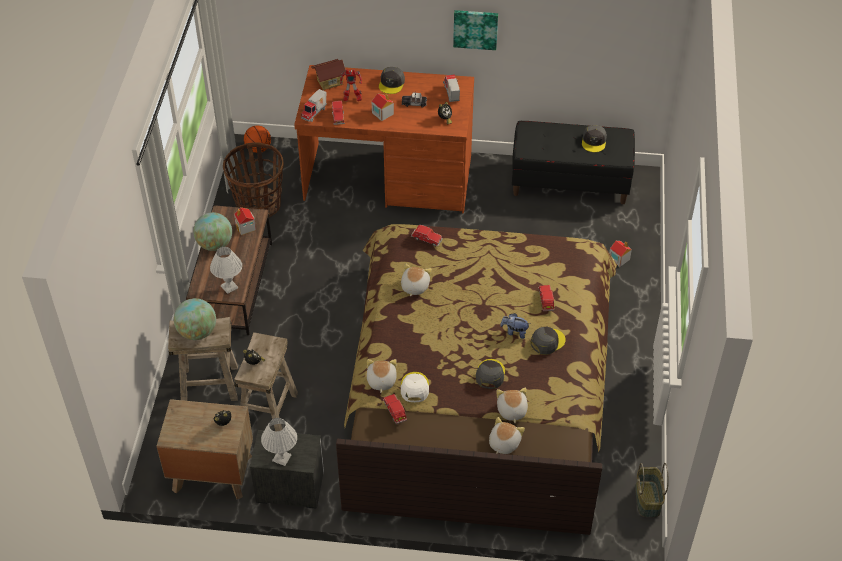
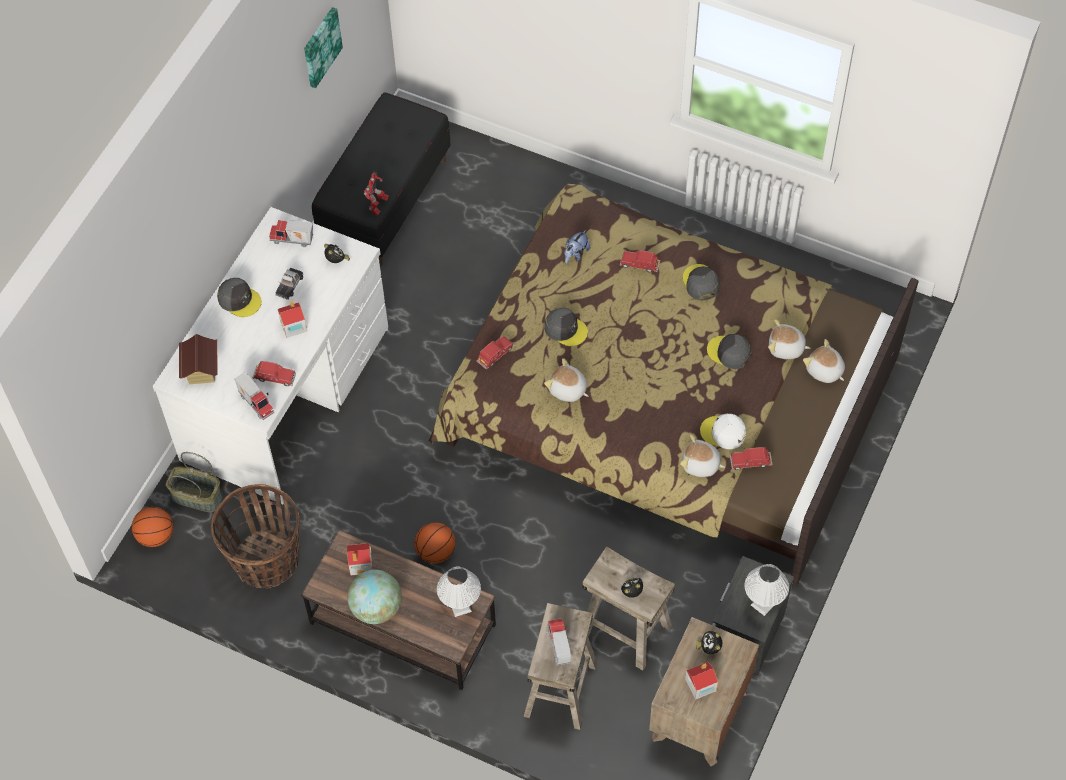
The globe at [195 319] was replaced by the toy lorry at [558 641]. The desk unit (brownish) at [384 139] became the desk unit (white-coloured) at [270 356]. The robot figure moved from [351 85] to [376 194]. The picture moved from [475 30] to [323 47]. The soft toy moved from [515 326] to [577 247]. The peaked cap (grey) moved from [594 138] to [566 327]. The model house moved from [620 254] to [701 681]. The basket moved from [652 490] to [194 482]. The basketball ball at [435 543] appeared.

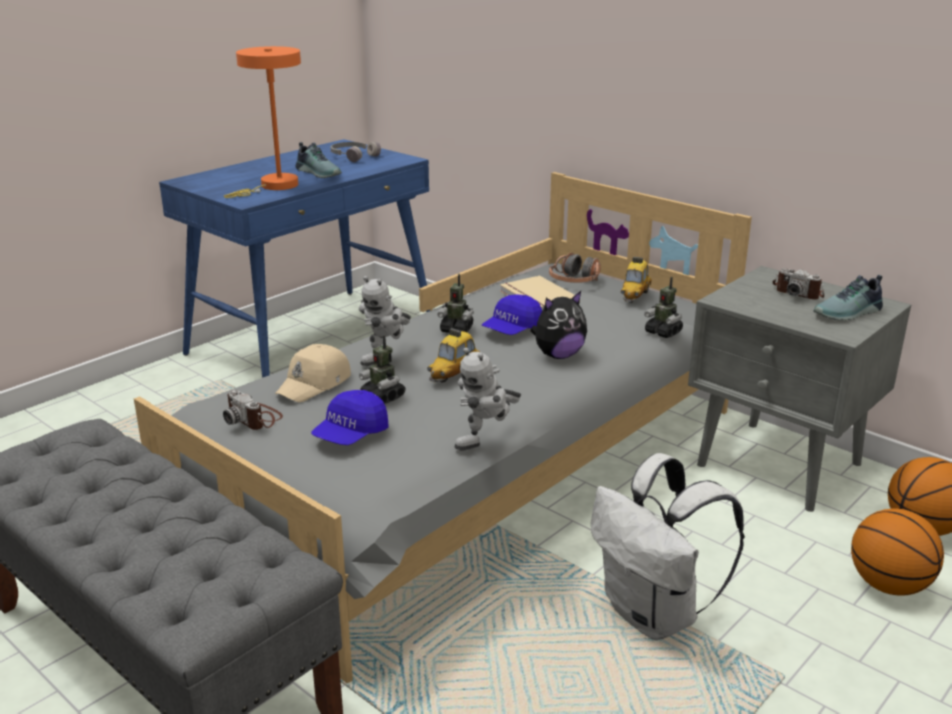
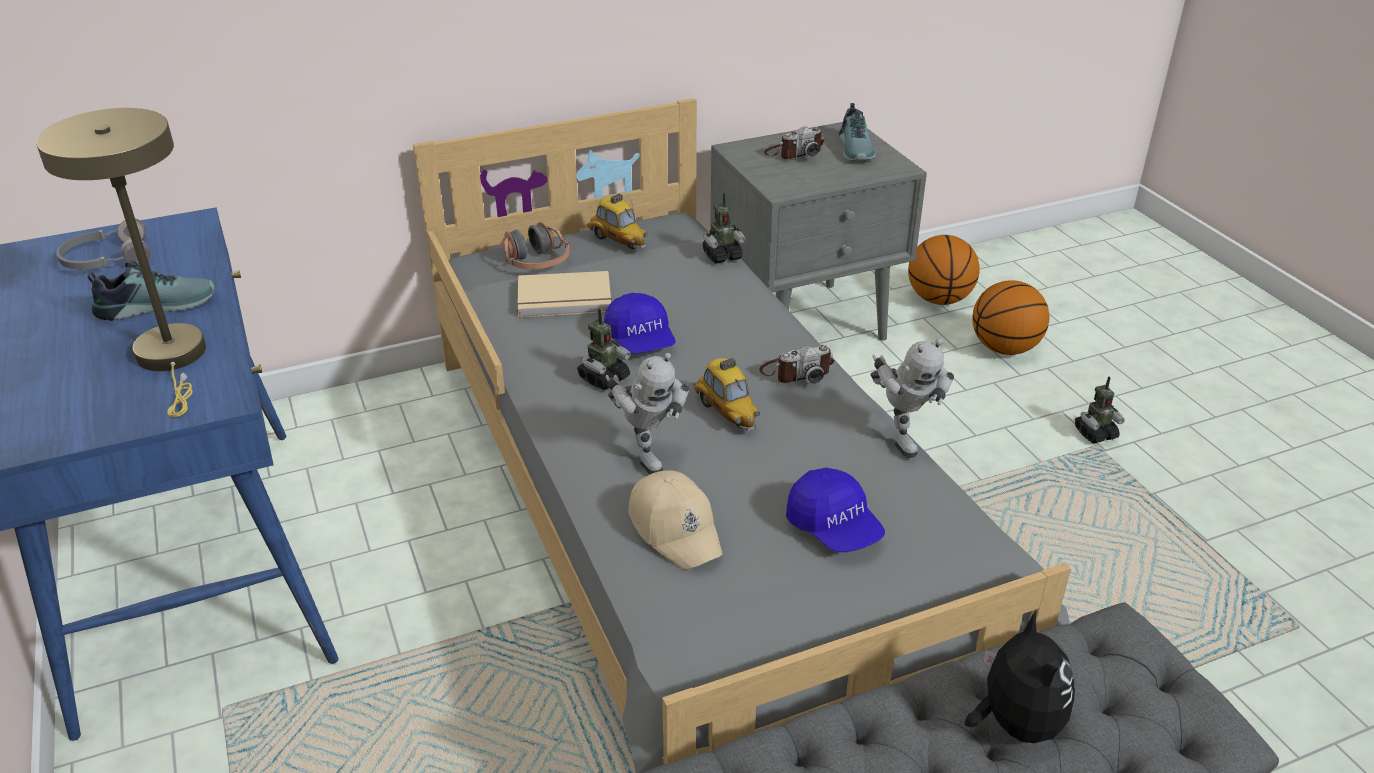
The still camera moved from [253 410] to [796 364]. The lamp for a table (orange-coloured) at [262 122] became the lamp for a table (beige) at [121 263]. The robot figure moved from [382 369] to [1100 409]. The soft toy moved from [558 325] to [1020 676]. The backpack (white-coloured) at [668 546] disappeared.

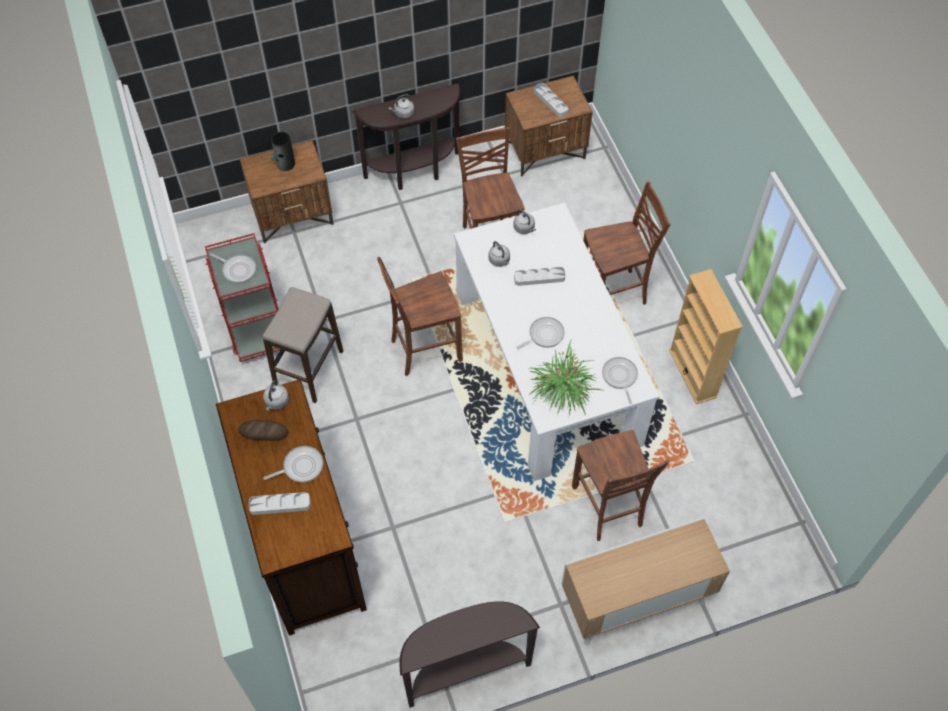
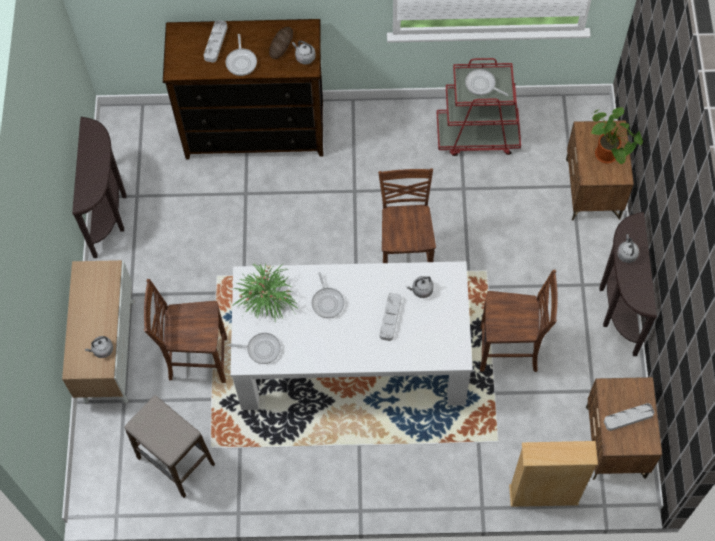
The skillet at [232 268] turned 75 degrees clockwise. The stool moved from [303 345] to [170 446]. The decorative vase at [283 151] was replaced by the potted plant at [616 135]. The kettle (grey) moved from [525 221] to [99 347]. The plain chair (brownish) at [626 242] disappeared. The bookshelf (beige) moved from [706 336] to [553 474].

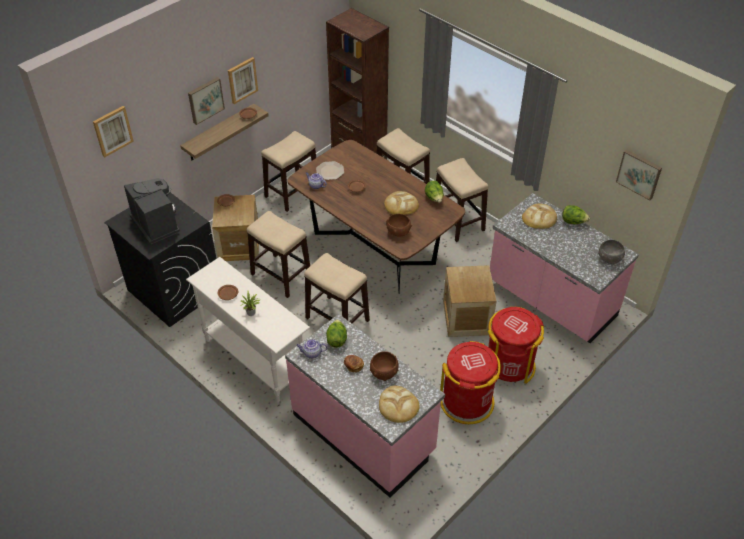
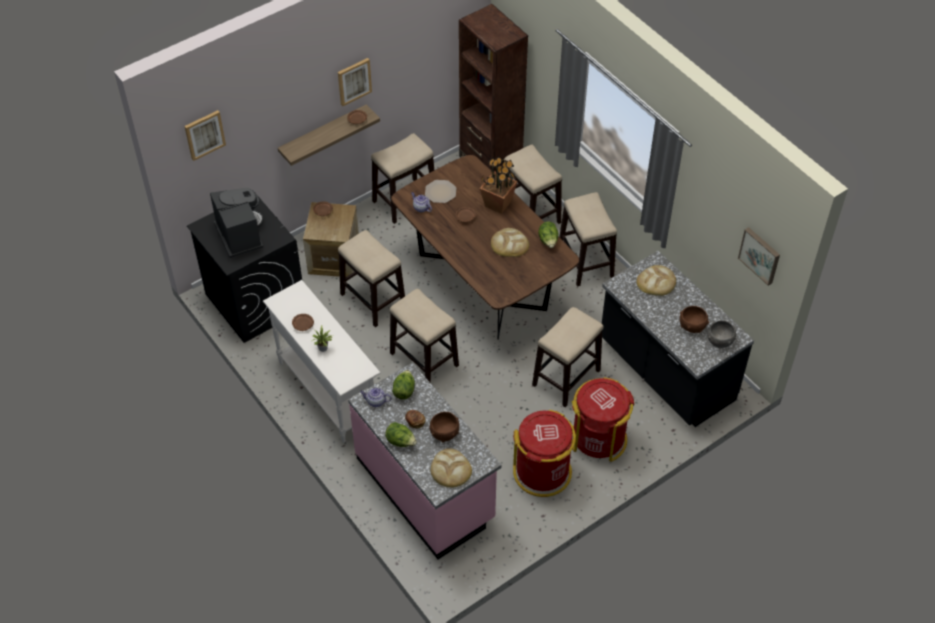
The picture at [206 101] disappeared. The serving bowl (brownish) moved from [399 225] to [694 319]. The shipping crate at [470 301] was replaced by the stool at [568 357]. The kitchen base unit (pink) at [564 268] became the kitchen base unit (blackish) at [678 339]. The lettuce moved from [576 214] to [401 434]. The potted plant at [499 185] appeared.

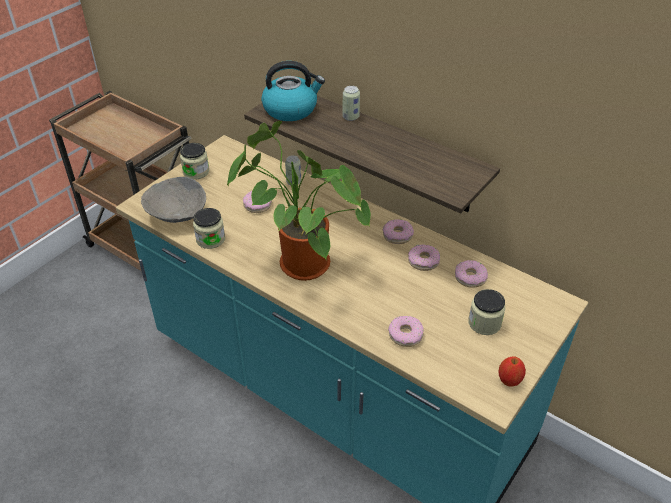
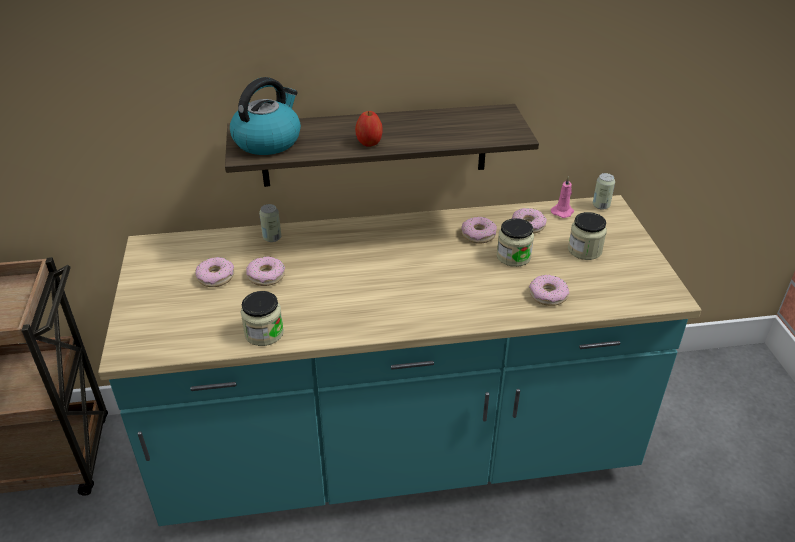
The serving bowl (grey) at [173 200] disappeared. The jar moved from [194 161] to [515 242]. The potted plant at [299 201] disappeared. The sealed can moved from [351 103] to [604 191]. The donut moved from [398 231] to [214 272]. The apple fruit moved from [512 371] to [369 129]. The wax light (pink) at [562 197] appeared.

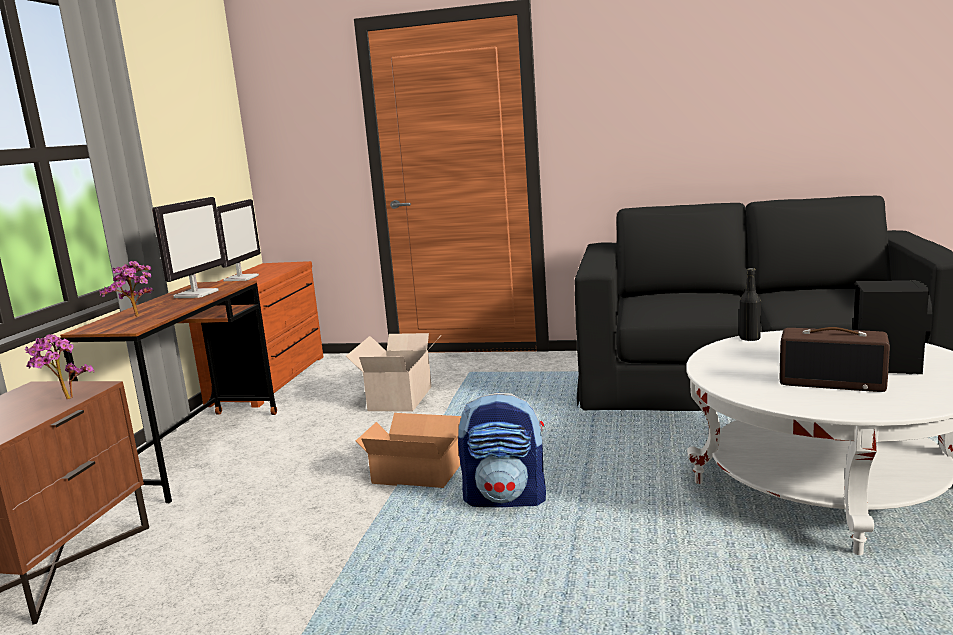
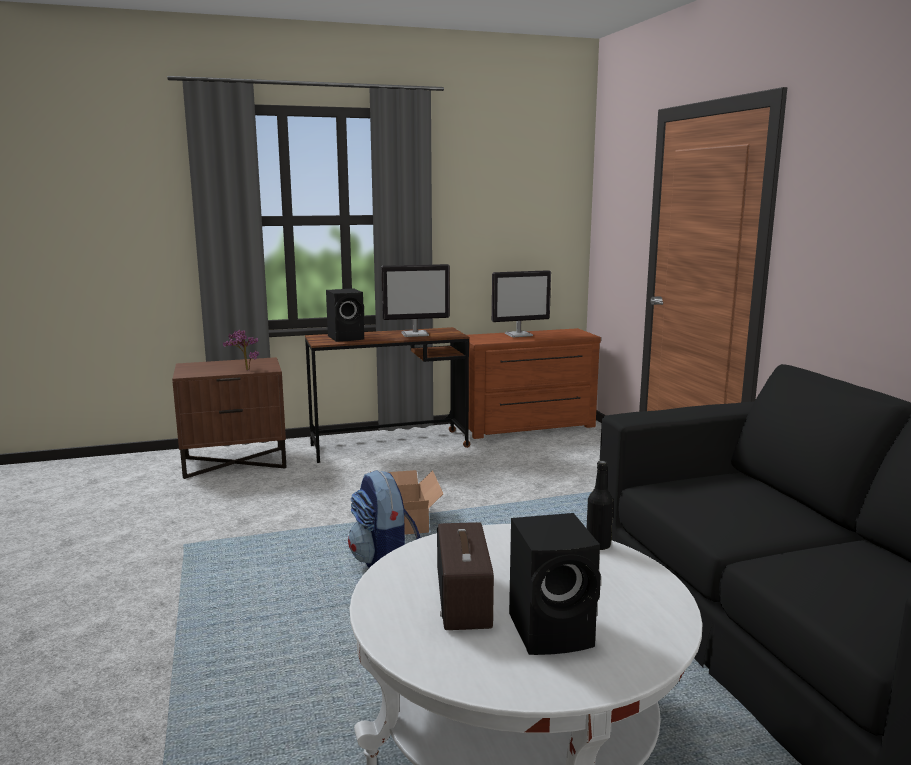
The potted plant at [126 289] was replaced by the loudspeaker (blackish) at [345 315]. The carton at [392 372] disappeared.

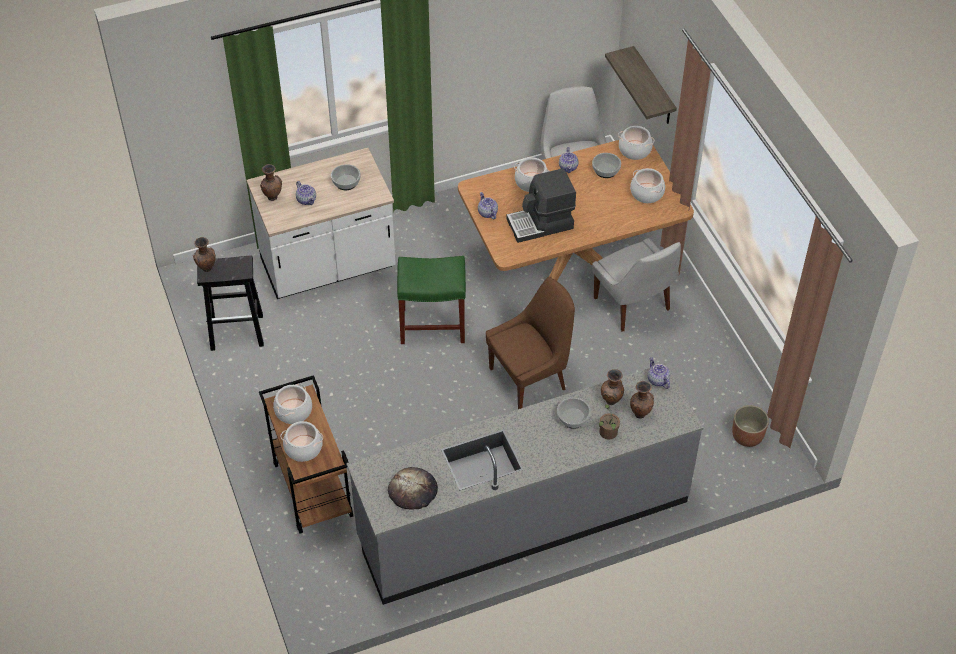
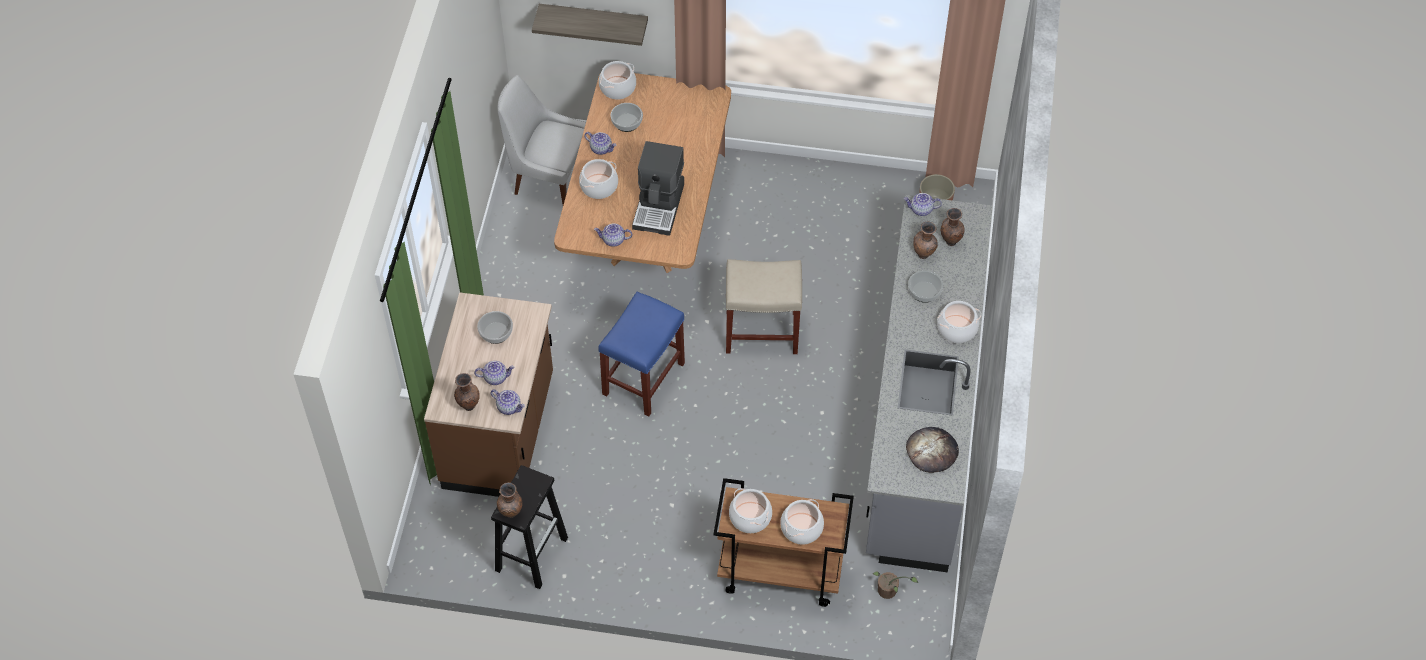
The kitchen base unit (white-coloured) at [321 223] became the kitchen base unit (brownish) at [488 394]. The stool (green) at [431 300] became the stool (blue-coloured) at [641 354]. The plain chair (brownish) at [530 343] was replaced by the stool (beige) at [764 306]. The plain chair (white-coloured) at [636 285] disappeared. The potted plant moved from [609 422] to [895 585]. The cooking pot moved from [647 185] to [959 322]. The pot for tea at [507 402] appeared.

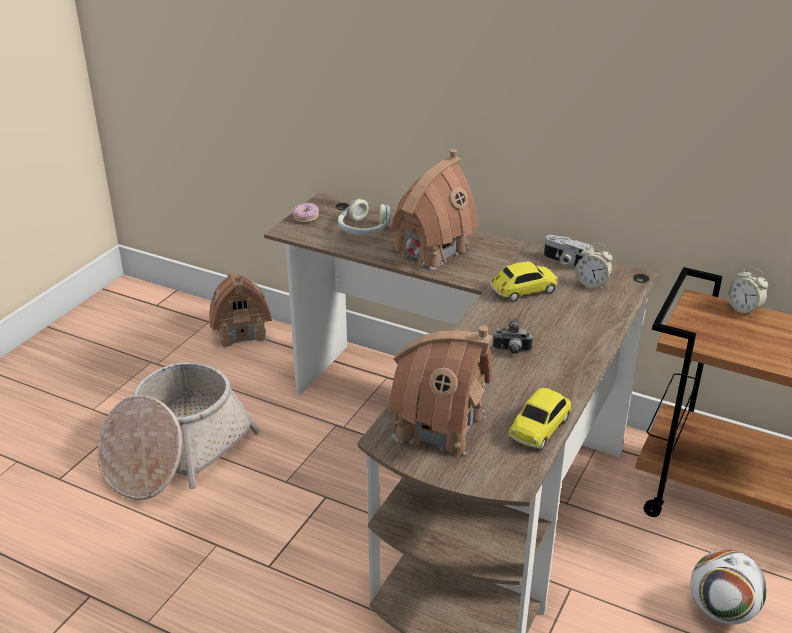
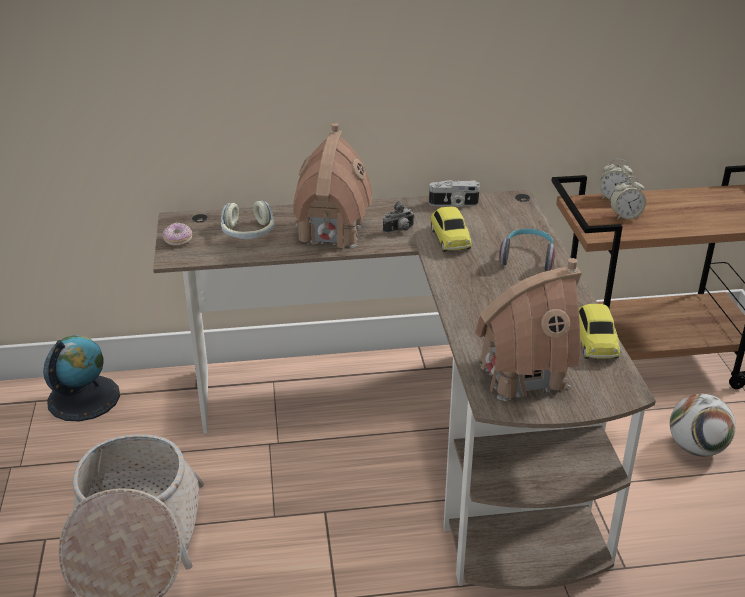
The model house at [240 310] was replaced by the globe at [81 378]. The model car at [524 281] turned 135 degrees clockwise. The still camera moved from [513 336] to [399 217]. The alarm clock moved from [594 266] to [628 198]. The headset at [527 250] appeared.

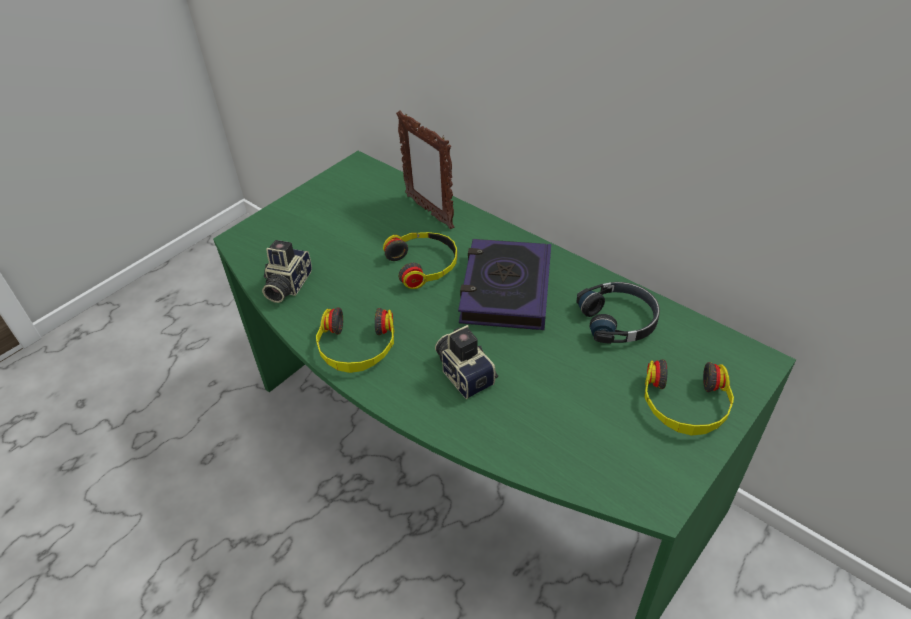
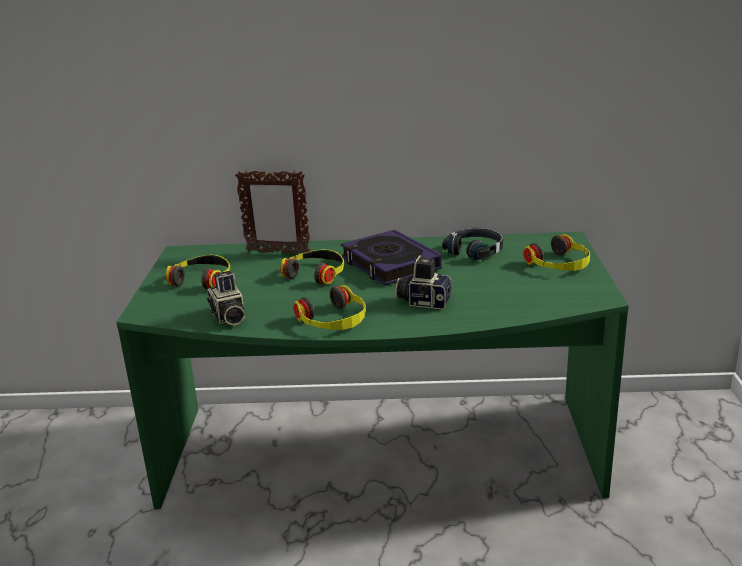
The headset at [198 272] appeared.

